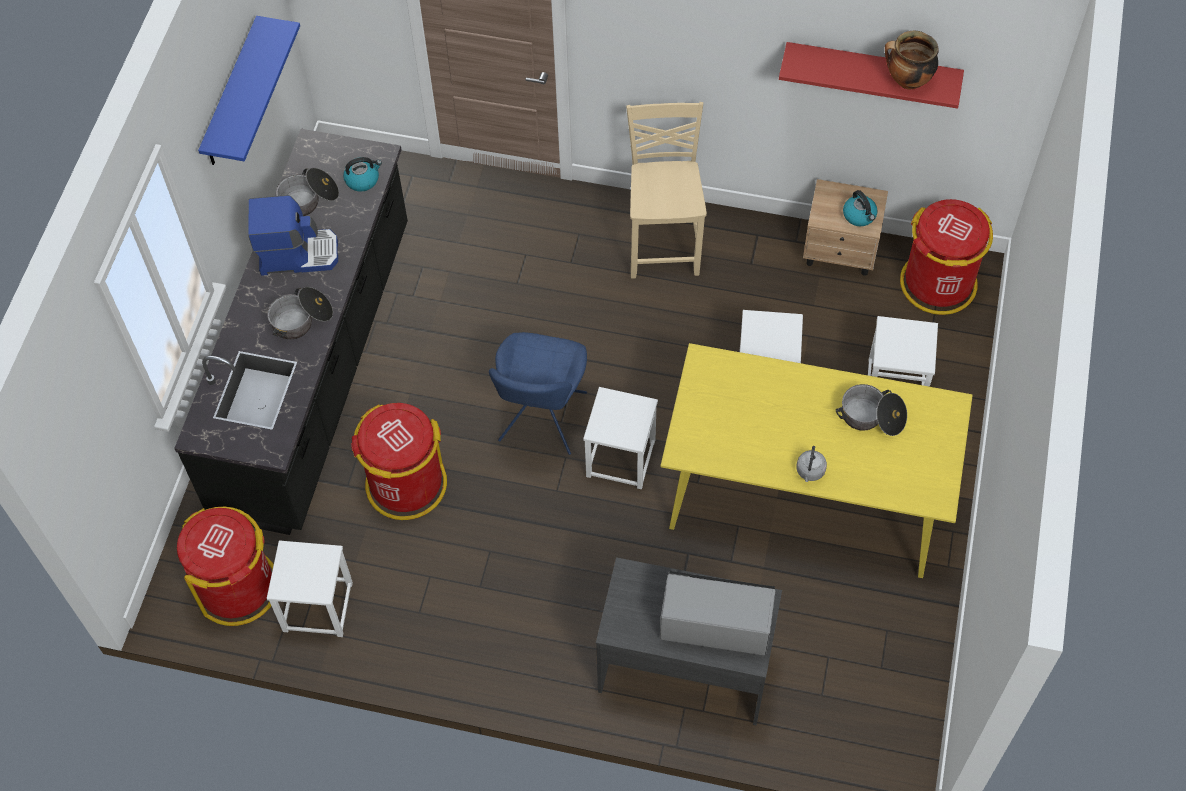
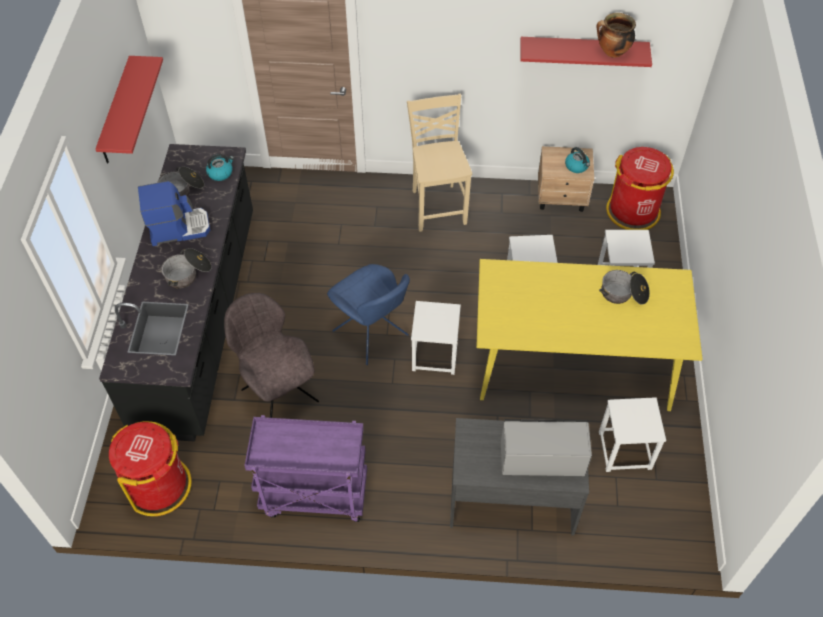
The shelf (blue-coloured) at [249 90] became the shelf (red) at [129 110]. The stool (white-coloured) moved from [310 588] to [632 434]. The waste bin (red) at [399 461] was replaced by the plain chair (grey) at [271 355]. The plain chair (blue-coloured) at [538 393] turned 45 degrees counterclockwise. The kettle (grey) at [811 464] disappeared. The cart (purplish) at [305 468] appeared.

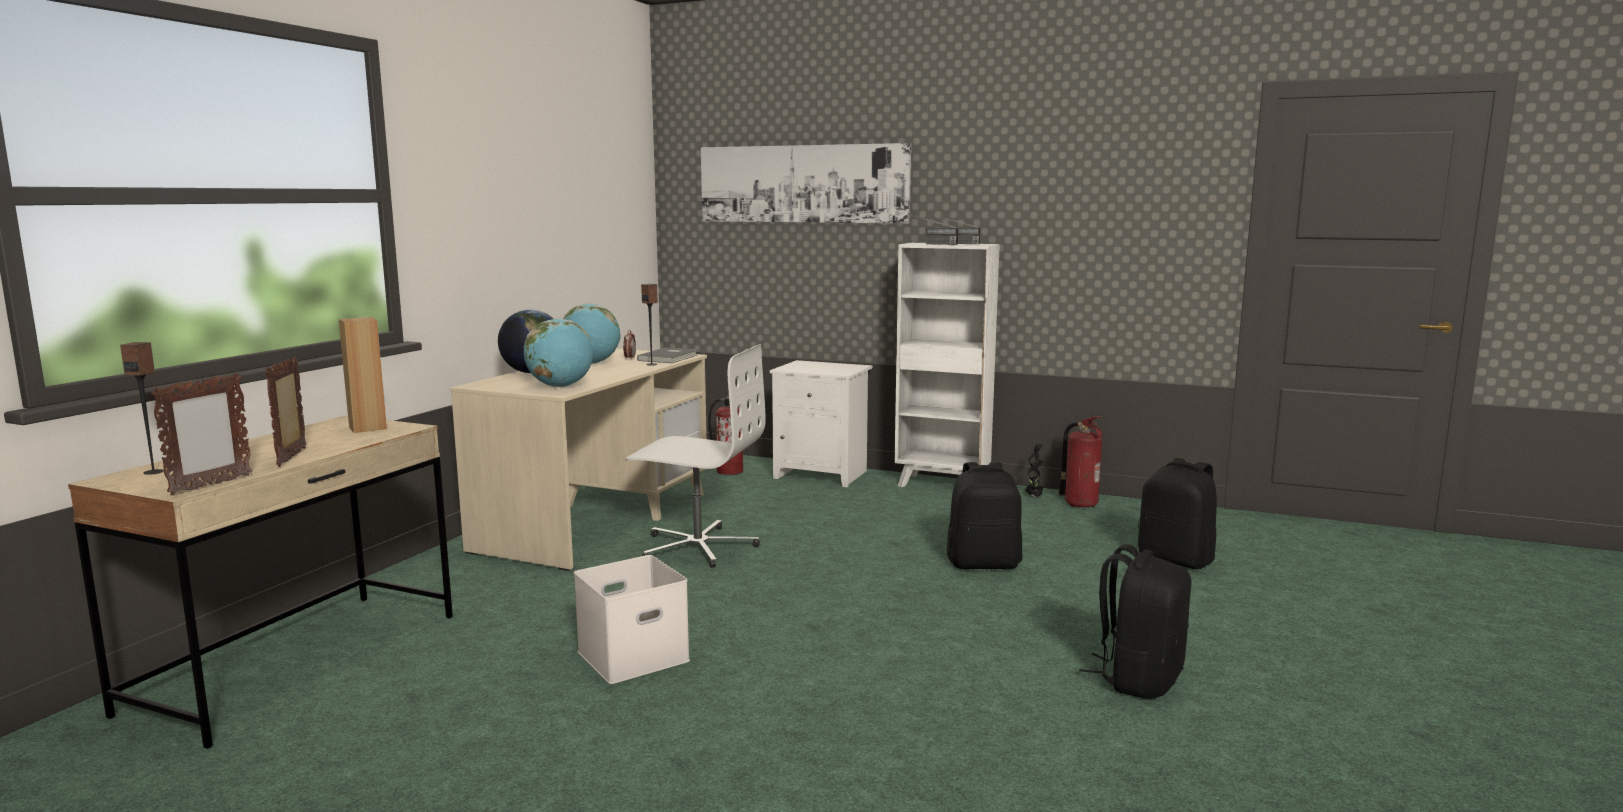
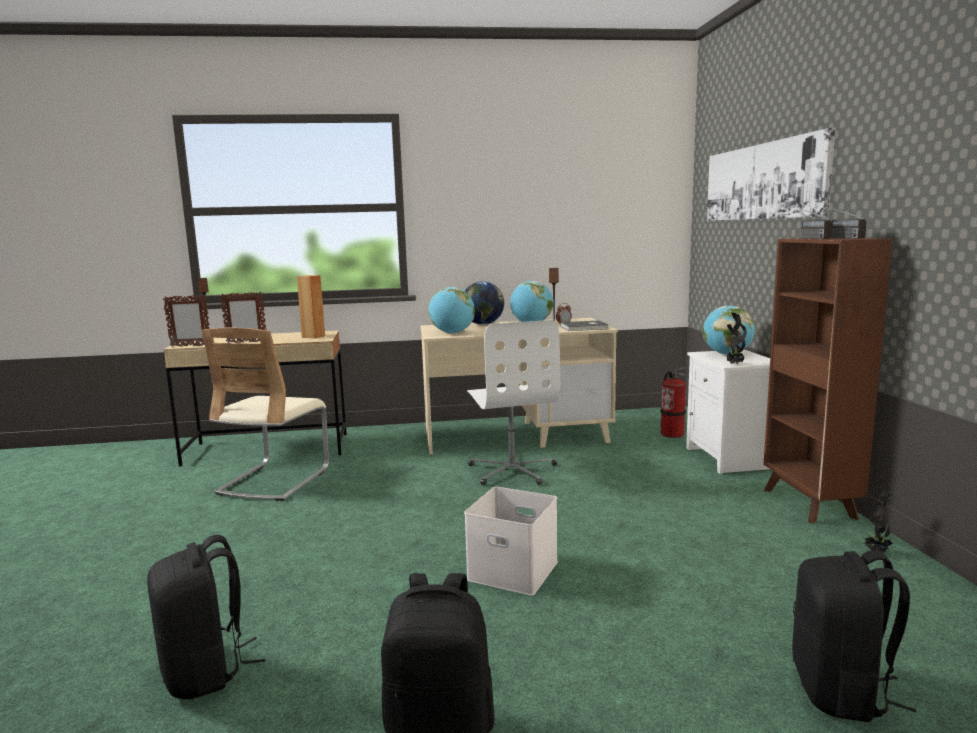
The photo frame at [285 411] turned 150 degrees counterclockwise. The storage bin (white-coloured) moved from [632 619] to [511 541]. The bookshelf (white-coloured) at [947 365] became the bookshelf (brownish) at [828 381]. The backpack (blackish) moved from [984 515] to [206 617]. The fire-fighting cylinder at [1081 461] disappeared. The plain chair (beige) at [265 414] appeared. The globe at [729 330] appeared. The potted plant at [737 338] appeared.

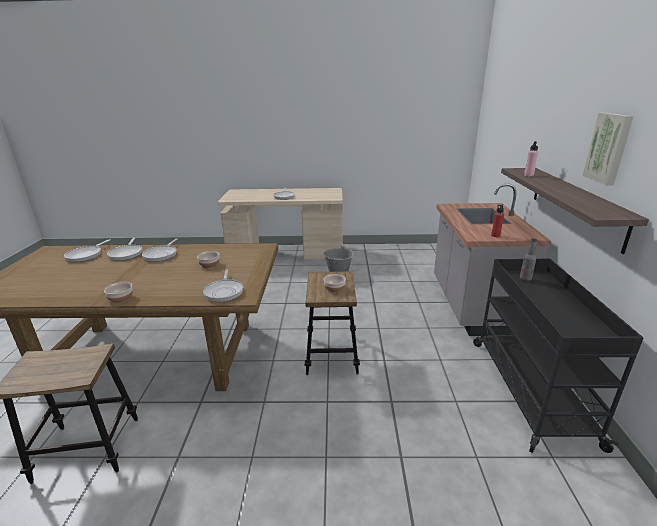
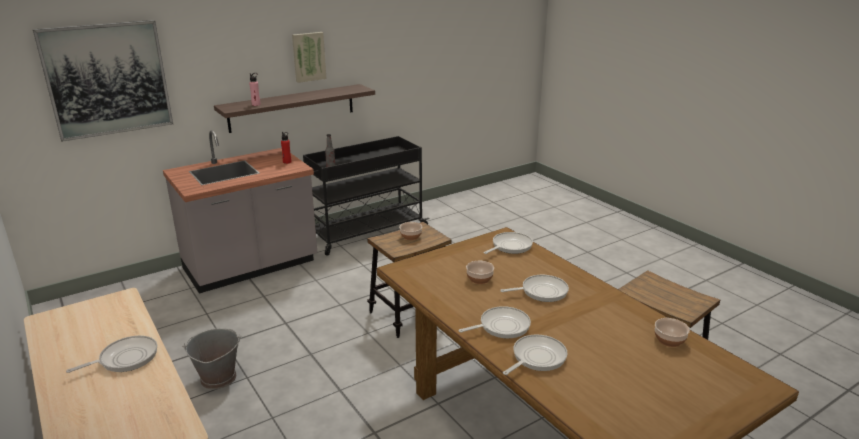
The skillet moved from [87 250] to [534 288]. The serving bowl moved from [118 292] to [672 332]. The picture at [103 81] appeared.

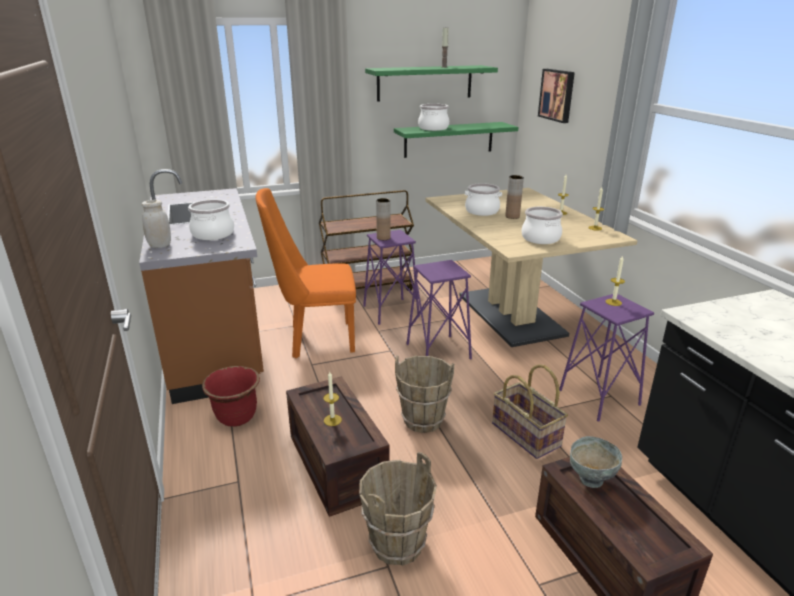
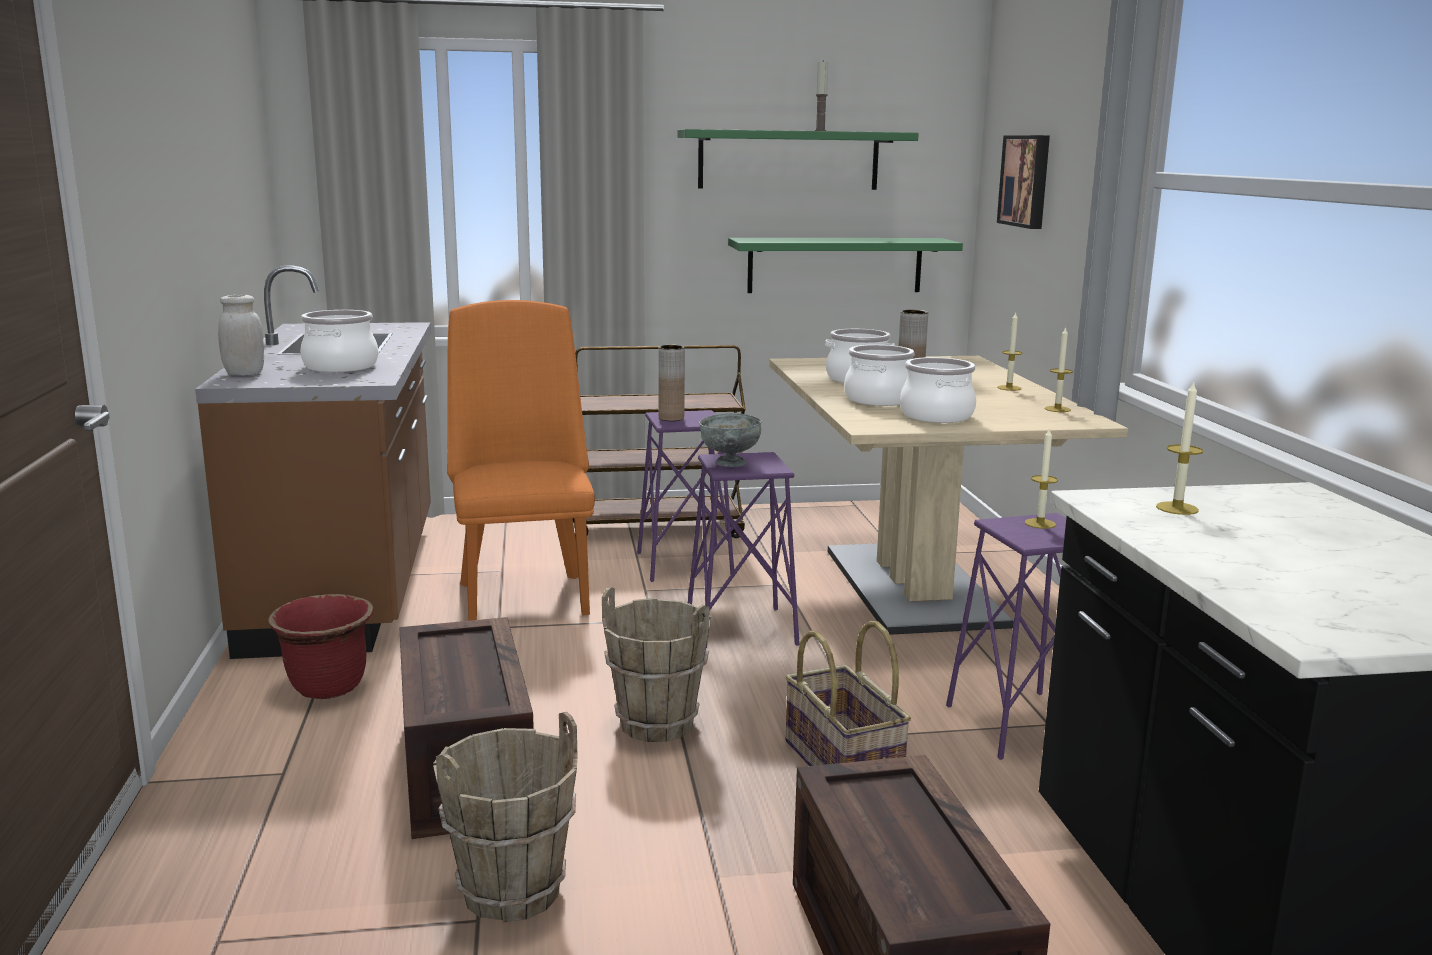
The plain chair (orange-coloured) at [306 273] turned 75 degrees clockwise. The wax light moved from [333 399] to [1179 448]. The cooking pot moved from [433 117] to [879 375]. The serving bowl (grey) moved from [596 462] to [730 440].

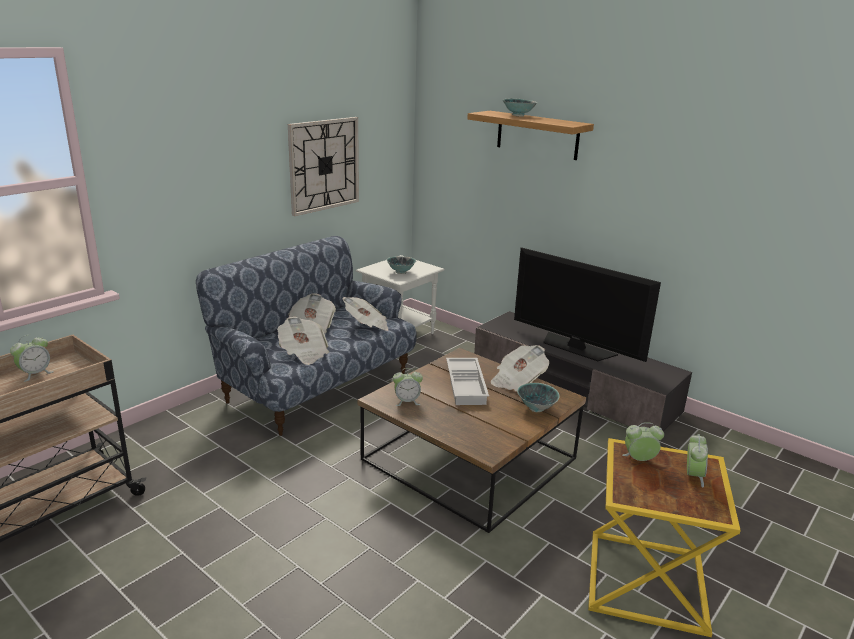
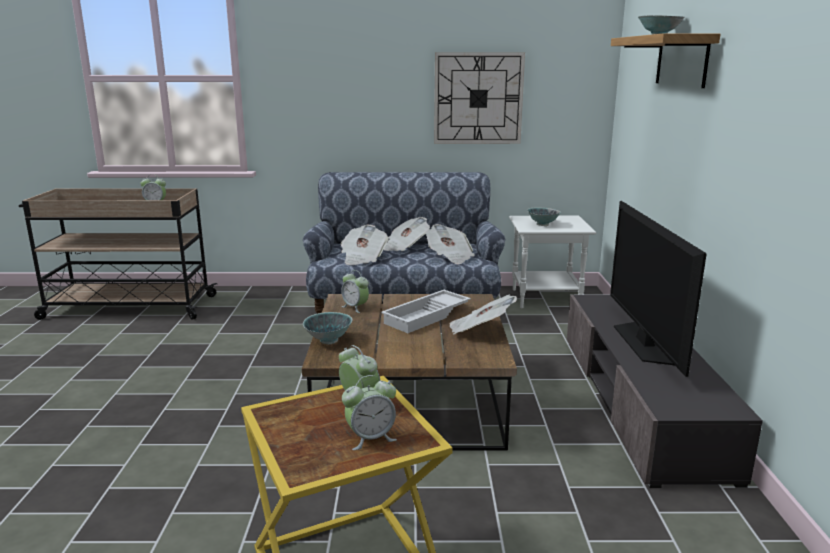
The serving bowl moved from [538 397] to [328 328].

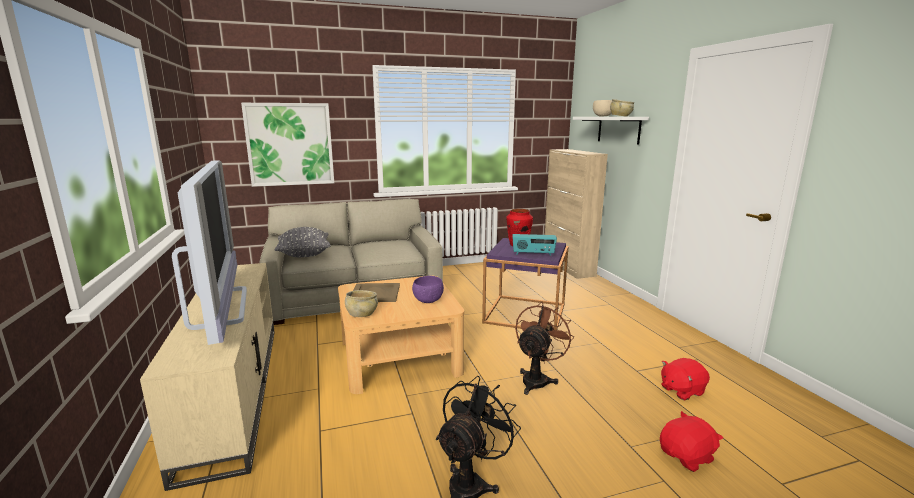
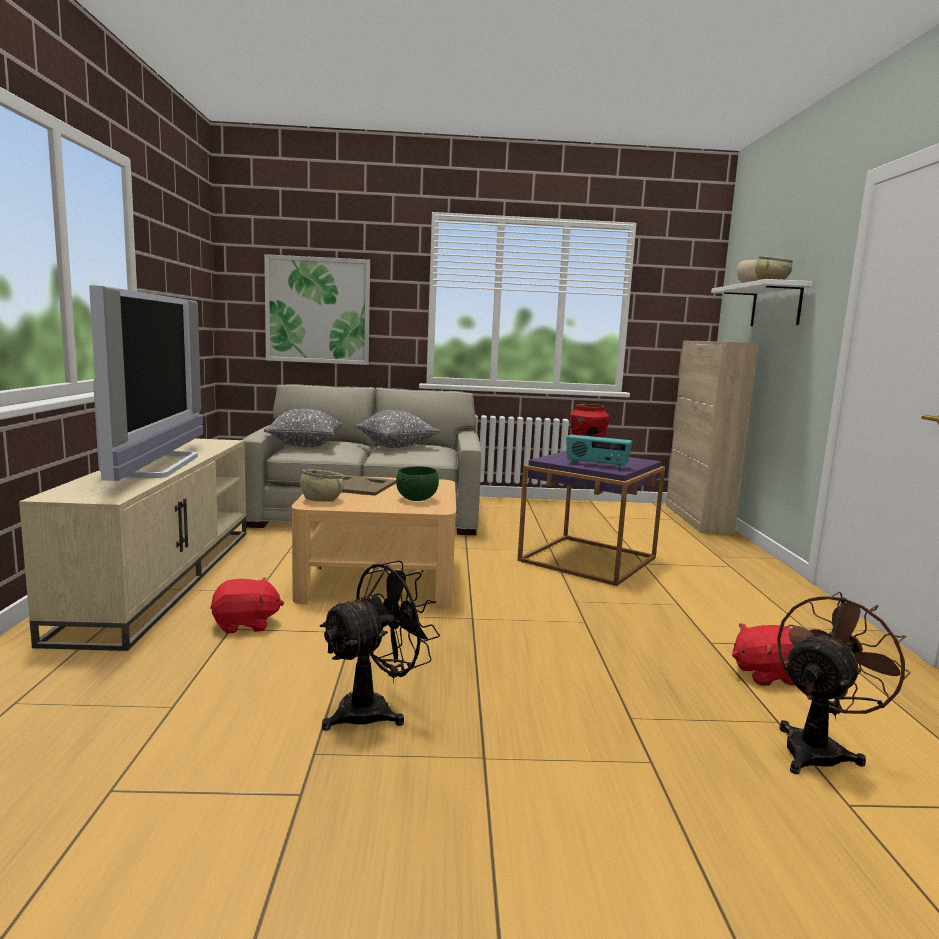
The serving bowl (purplish) at [428 289] became the serving bowl (green) at [417 483]. The cooling fan (brownish) moved from [544 348] to [843 682]. The soft toy (red) moved from [691 441] to [247 605]. The throw pillow (grey) at [397 429] appeared.

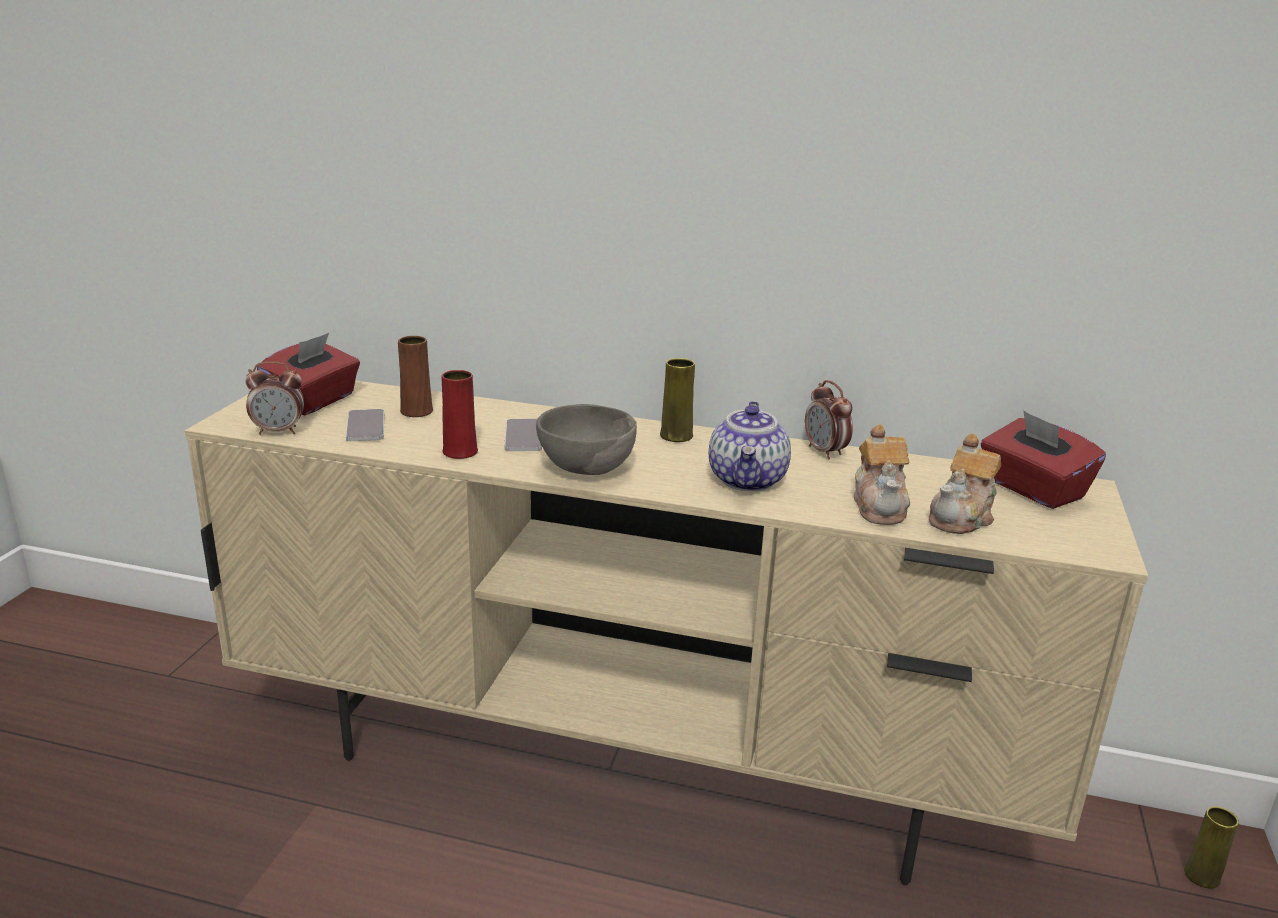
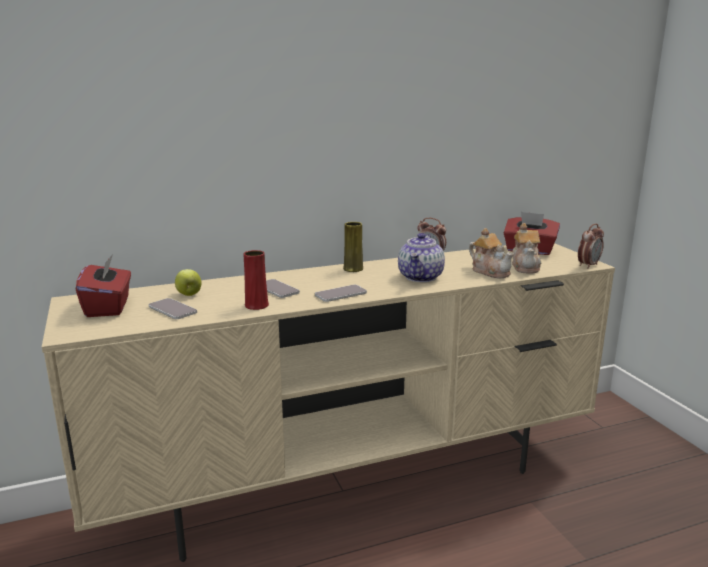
The alarm clock moved from [274 398] to [591 245]. The decorative vase (brownish) at [415 376] was replaced by the apple fruit at [188 282]. The serving bowl (grey) at [586 439] was replaced by the handset at [341 293]. The pot for tea at [750 446] turned 45 degrees clockwise. The decorative vase (yellowish) at [1211 847] disappeared.

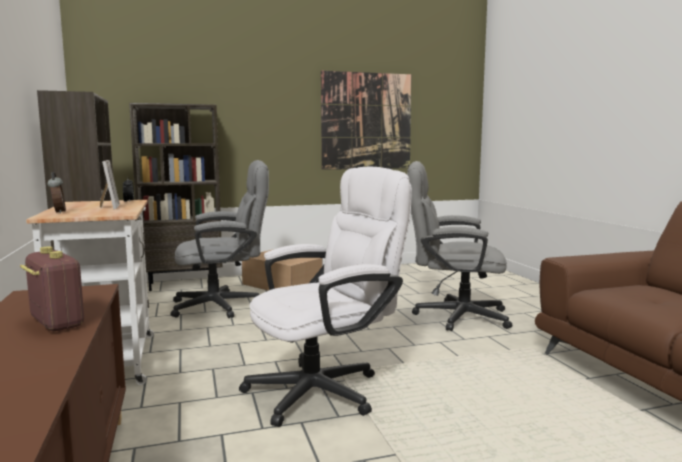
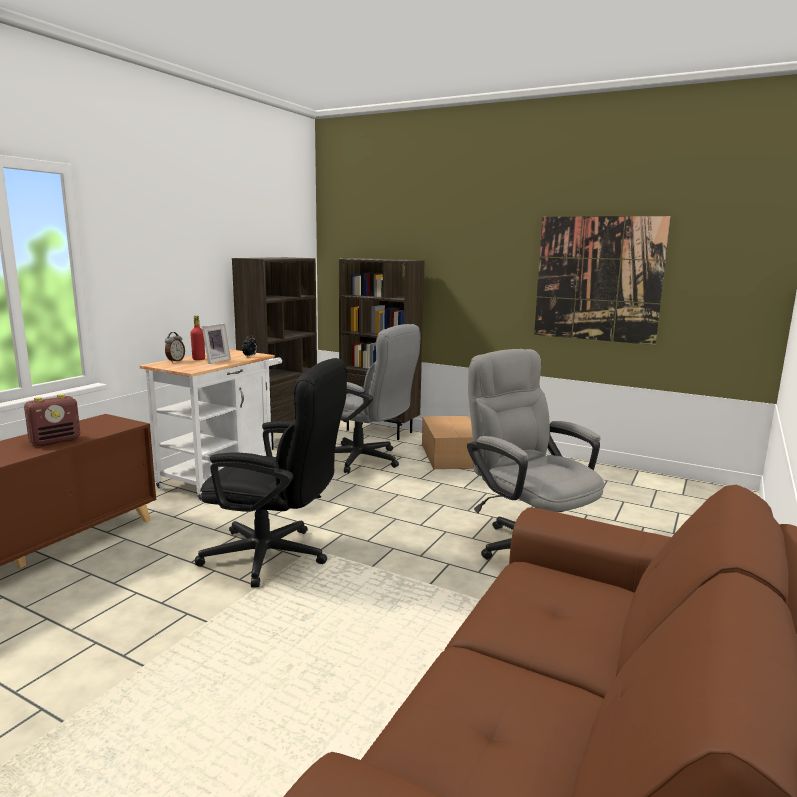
The radio receiver at [52 289] turned 45 degrees clockwise. The office chair (white-coloured) at [325 297] became the office chair (blackish) at [271 473]. The beverage bottle (red) at [197 338] appeared.

